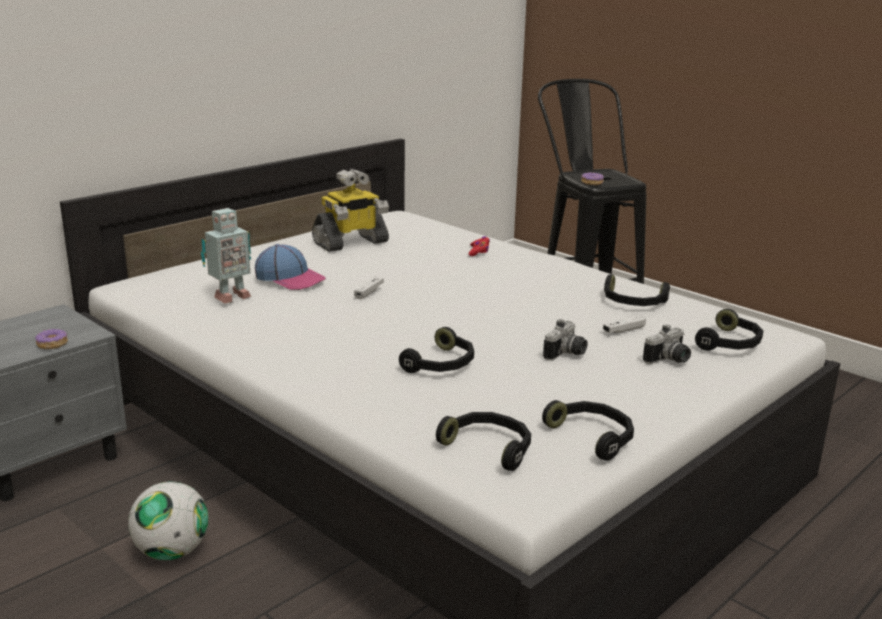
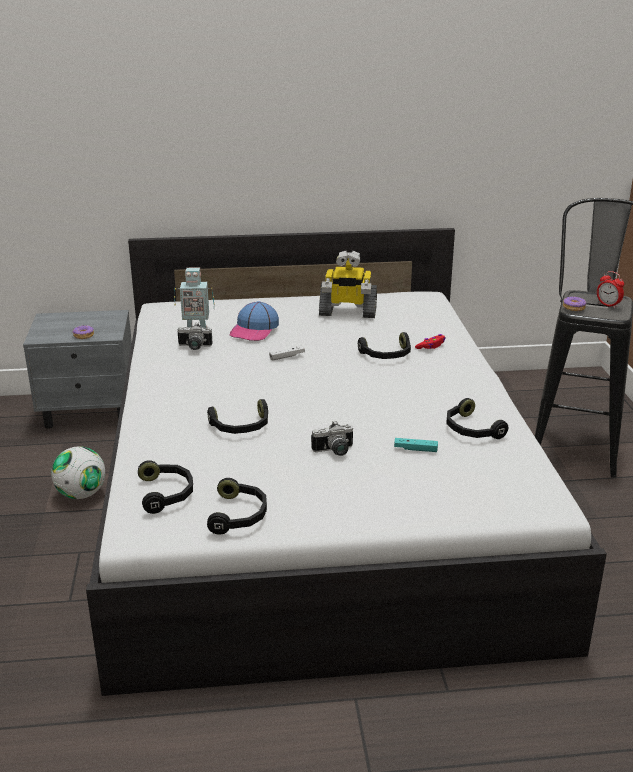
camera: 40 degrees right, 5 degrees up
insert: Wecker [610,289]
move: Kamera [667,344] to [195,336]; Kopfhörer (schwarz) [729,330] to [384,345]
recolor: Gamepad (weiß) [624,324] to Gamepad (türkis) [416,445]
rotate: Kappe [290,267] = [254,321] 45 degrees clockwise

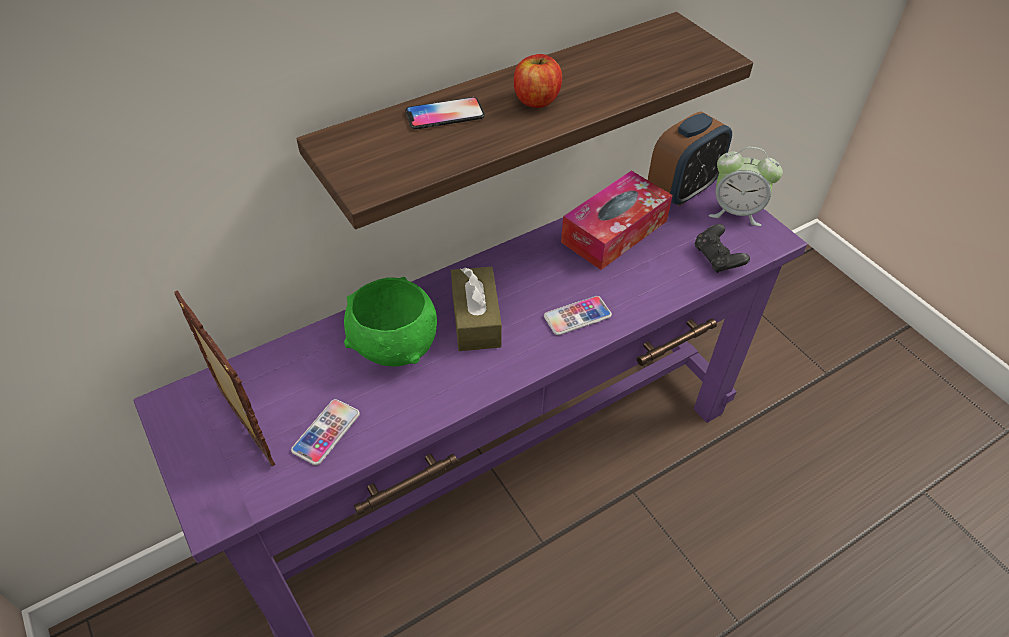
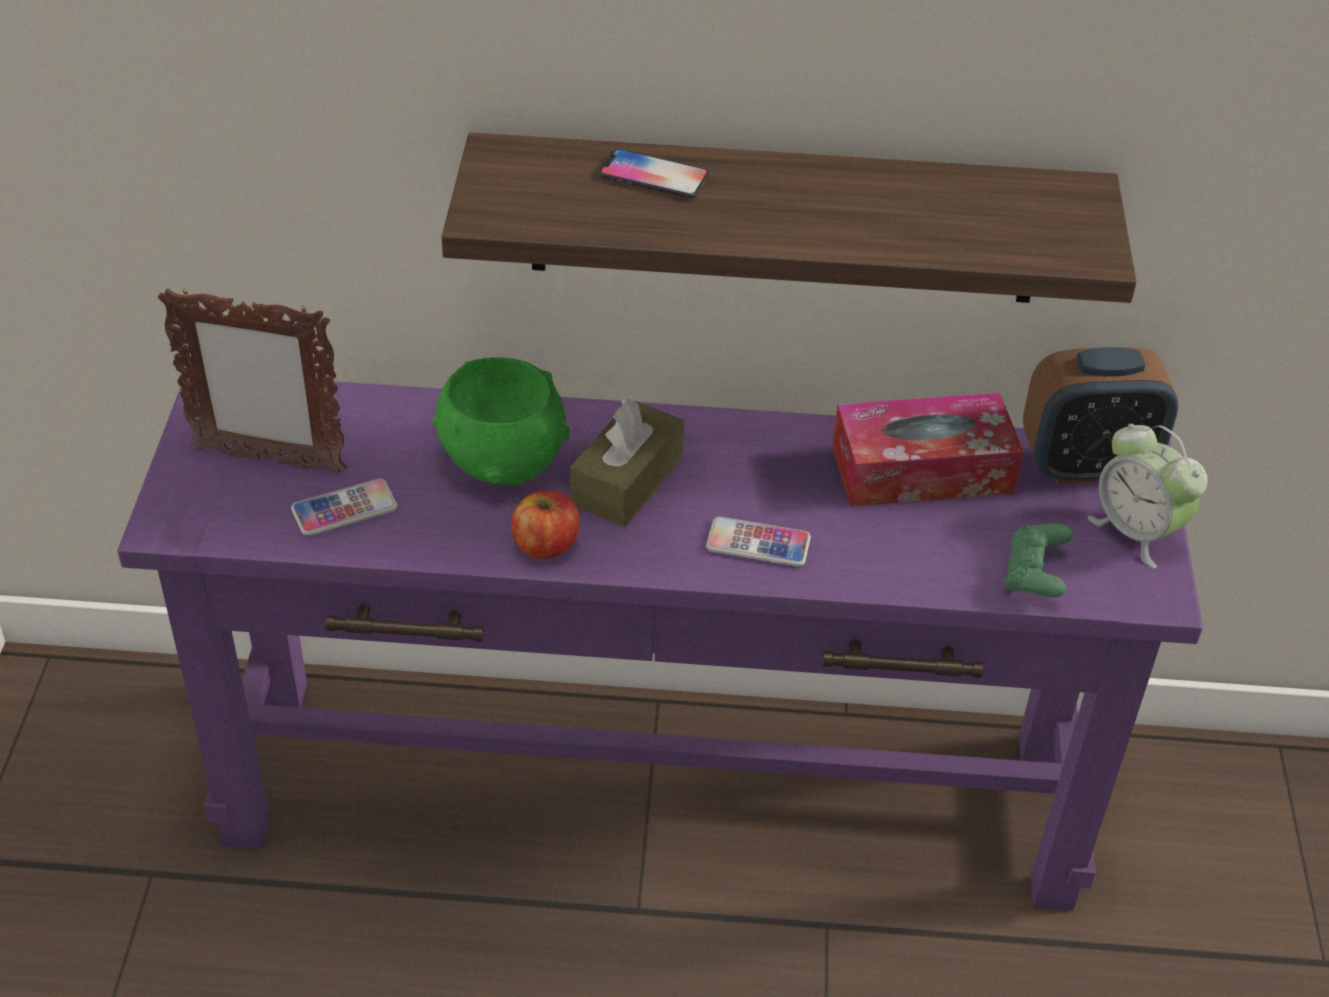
camera: 35 degrees right, 5 degrees down
move: Apfel [538,81] to [545,524]
recolor: Gamepad (schwarz) [722,248] to Gamepad (grün) [1039,560]
rotate: Bilderrahmen [224,378] = [252,381] 105 degrees clockwise

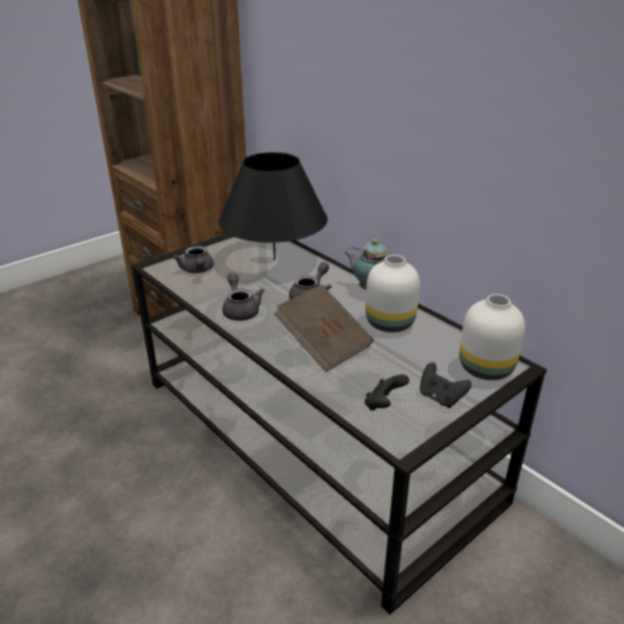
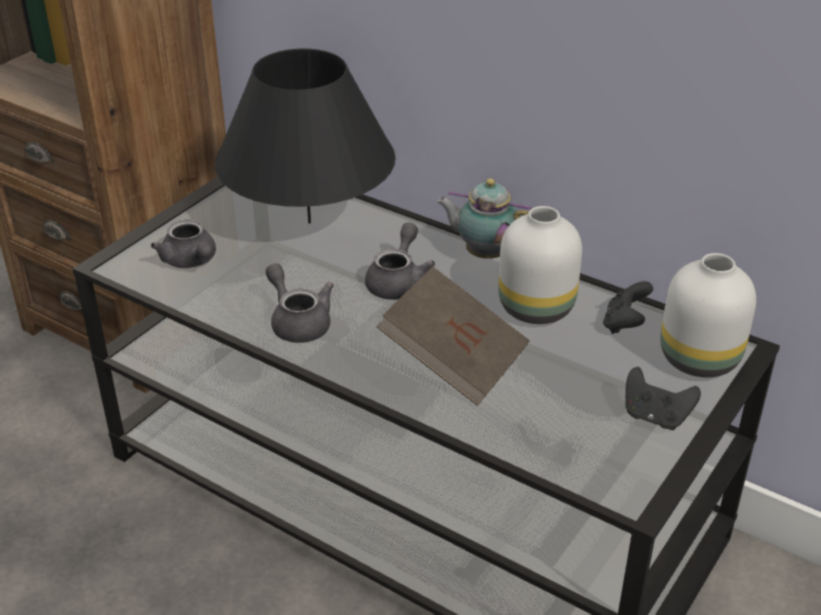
camera: 15 degrees left, 5 degrees up
move: Gamepad (schwarz) [387,392] to [628,307]

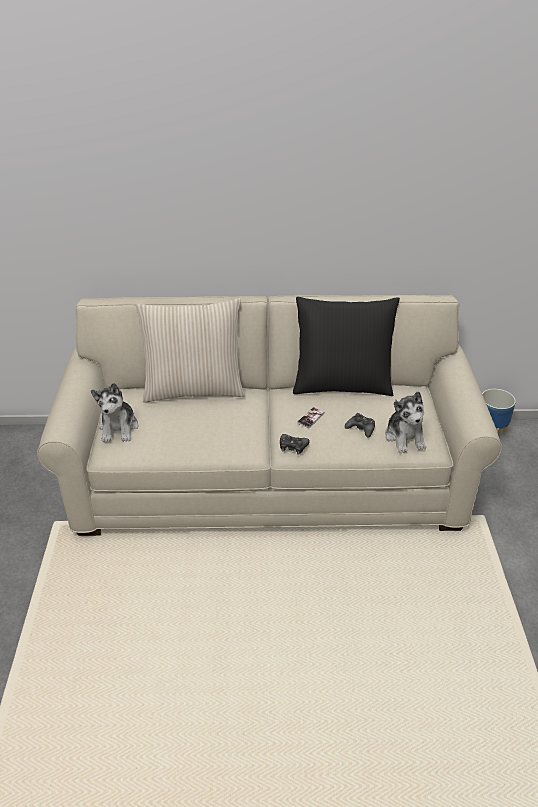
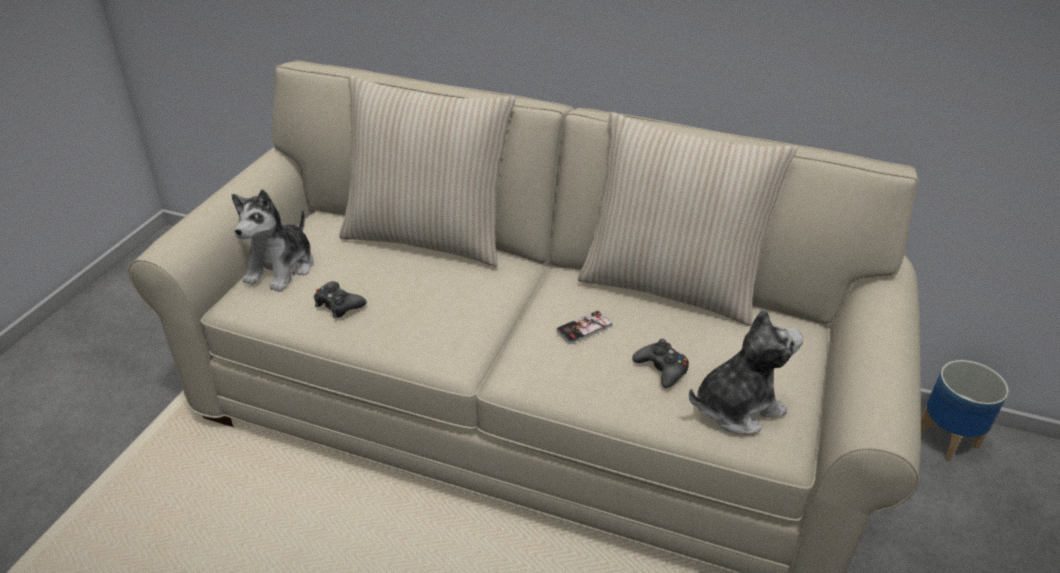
camera: 20 degrees right, 0 degrees up
move: Gamepad (schwarz) [295,444] to [340,299]
recolor: Kissen (schwarz) [346,346] to Kissen (beige) [687,219]
rotate: Plüschtier [405,422] = [746,371] 120 degrees counterclockwise

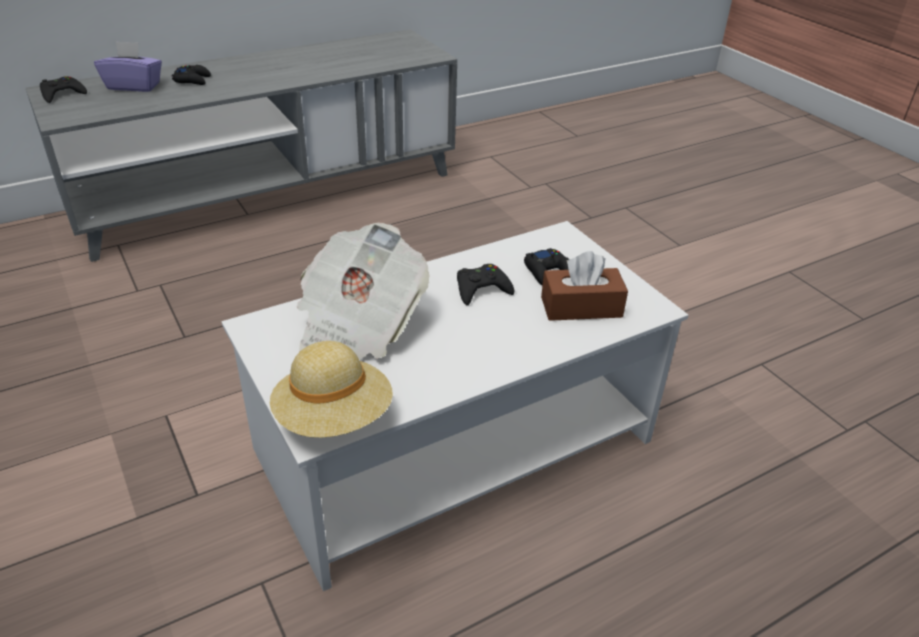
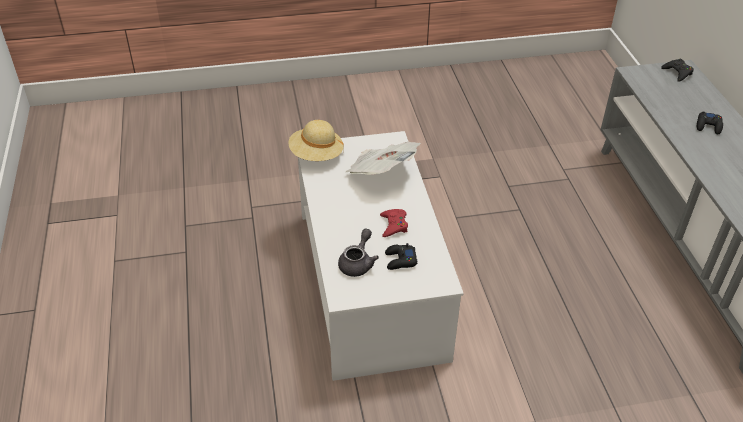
camera: 110 degrees right, 5 degrees up
delete: Taschentuchbox (lila) [128,66]
replace: Taschentuchbox (braun) [584,286] to Teekanne (grau) [358,252]
recolor: Gamepad (schwarz) [485,284] to Gamepad (rot) [394,223]

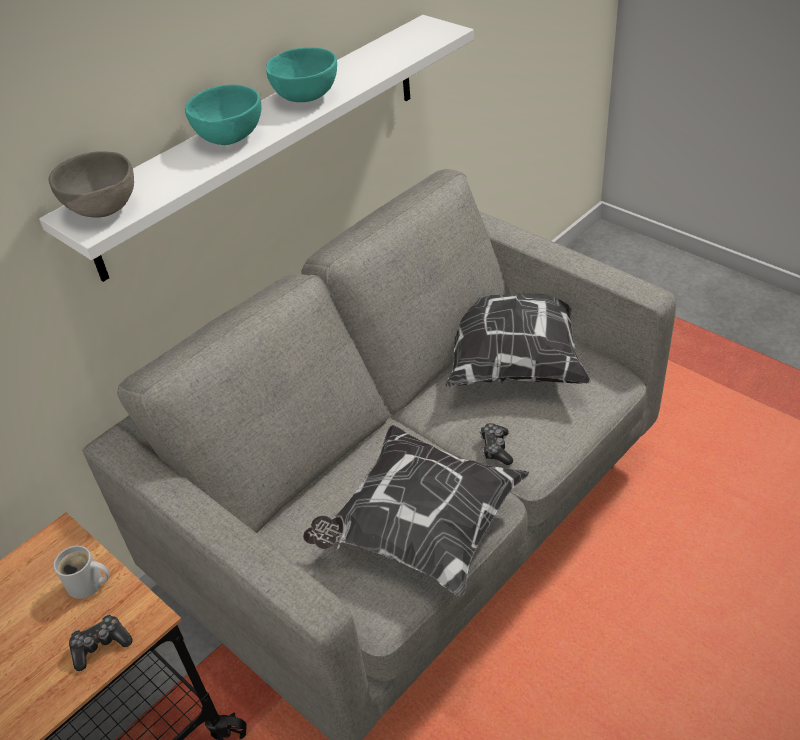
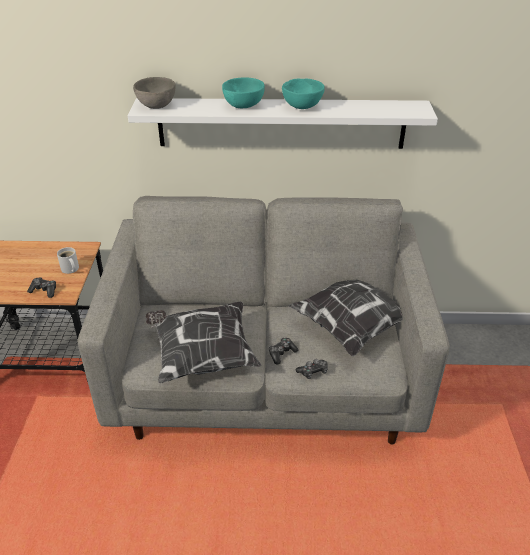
camera: 45 degrees right, 5 degrees down
insert: Gamepad [312,369]

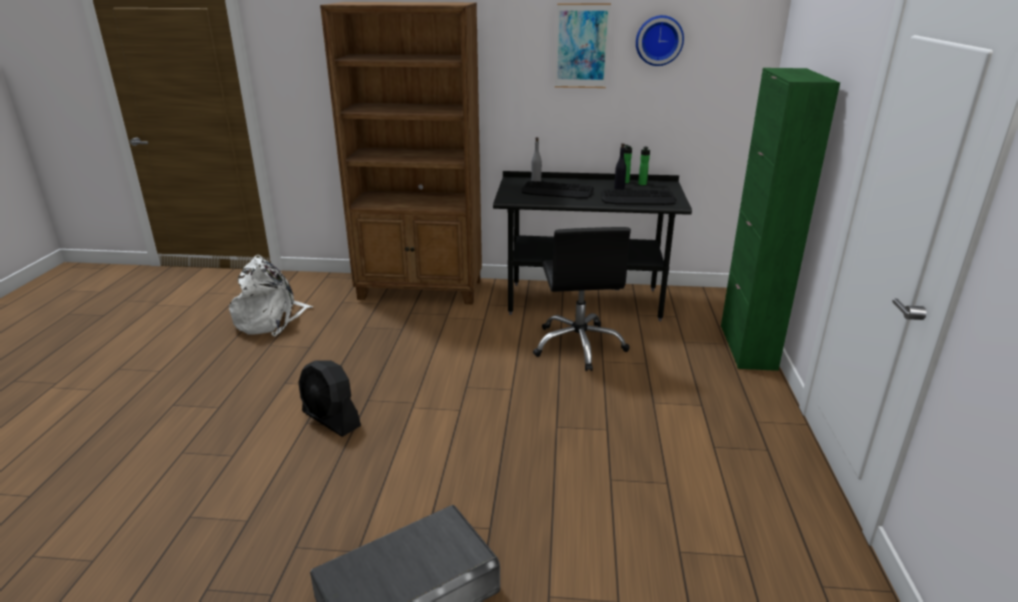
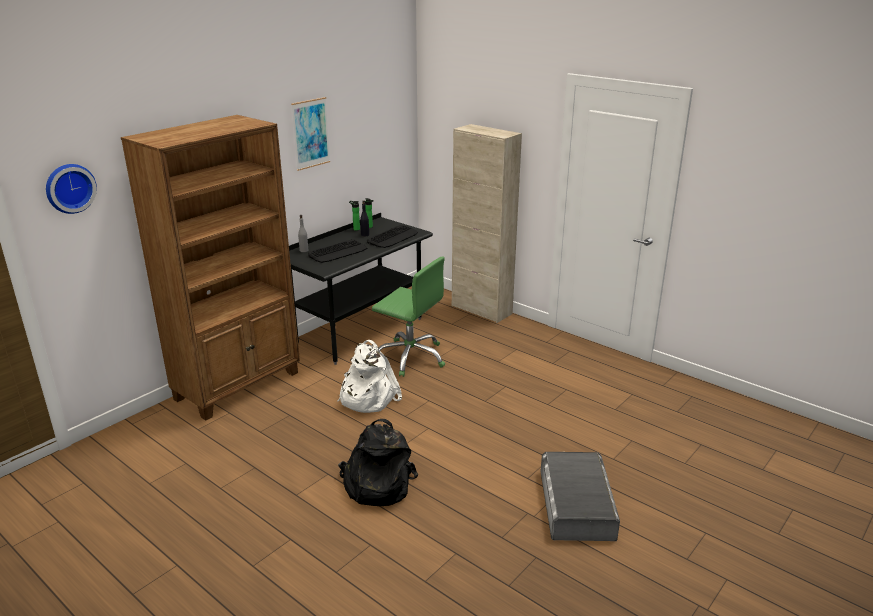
camera: 55 degrees left, 0 degrees up
move: Rucksack (weiß) [271,296] to [370,376]; Wanduhr [660,40] to [71,189]
replace: Ventilator (schwarz) [329,398] to Rucksack (schwarz) [378,462]
recolor: Bürostuhl (schwarz) [582,299] to Bürostuhl (grün) [408,316]; Schrank (grün) [780,219] to Schrank (beige) [487,223]

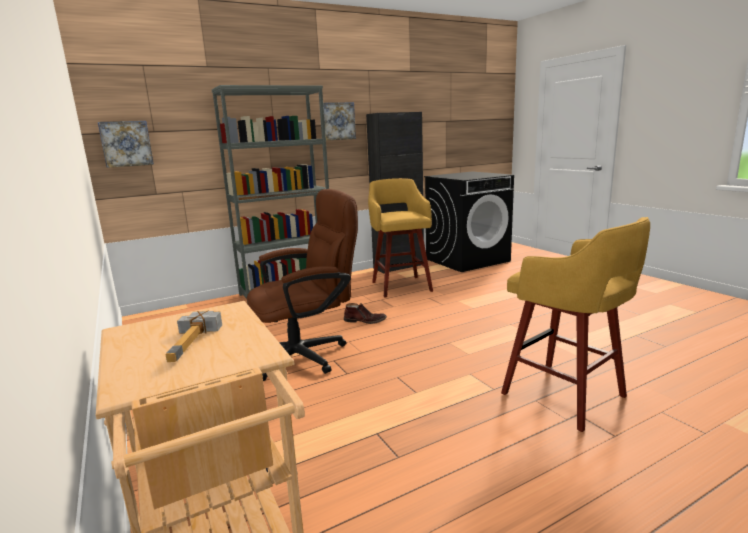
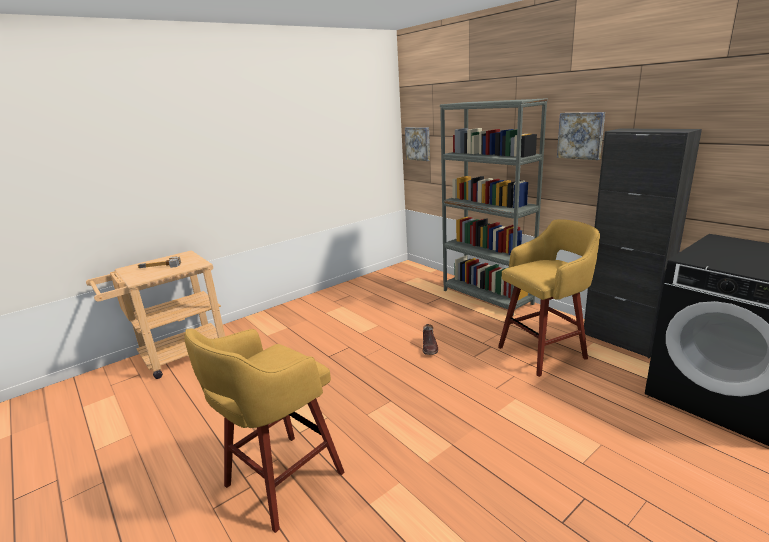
camera: 80 degrees right, 5 degrees up
delete: Bürostuhl (braun) [302,285]

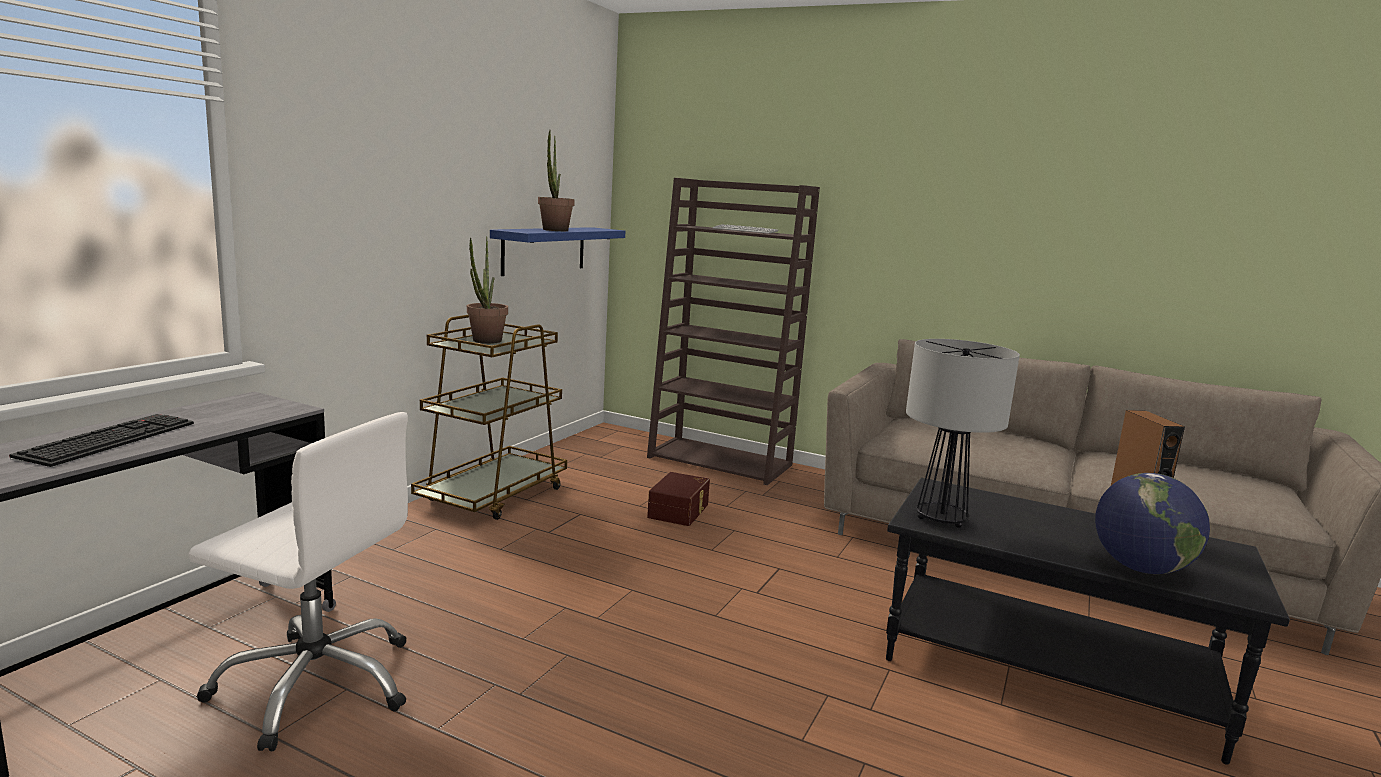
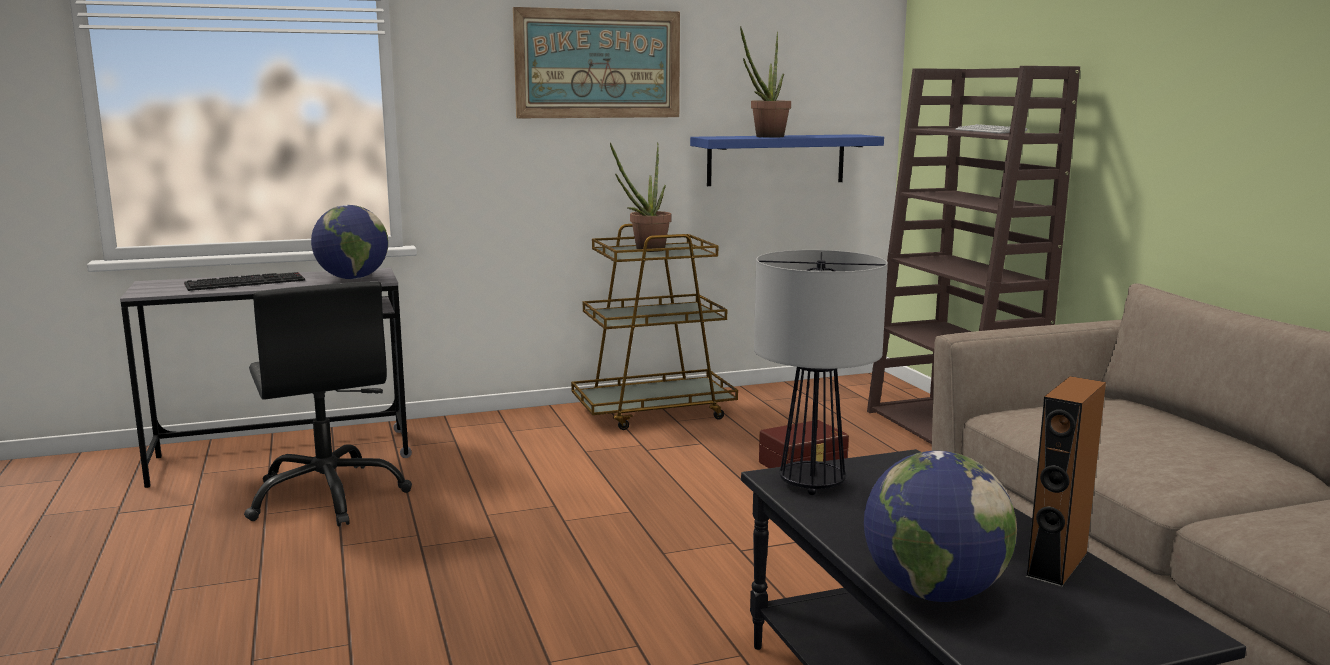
camera: 45 degrees right, 0 degrees up
insert: Globus [349,242]; Bild [596,62]
recolor: Bürostuhl (weiß) [298,581] to Bürostuhl (schwarz) [328,404]

